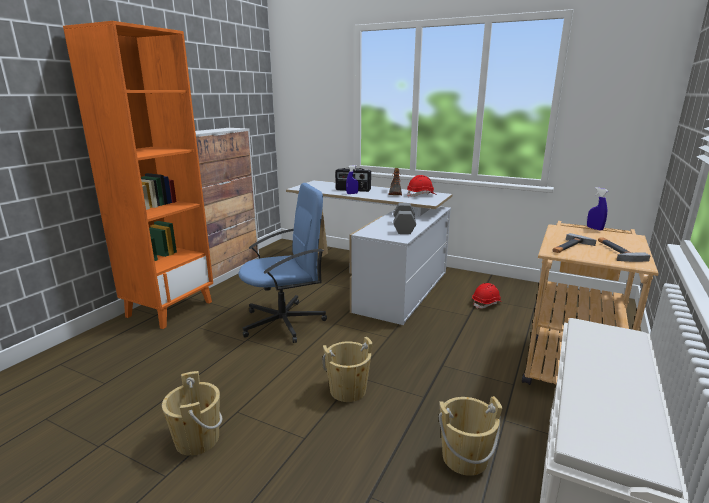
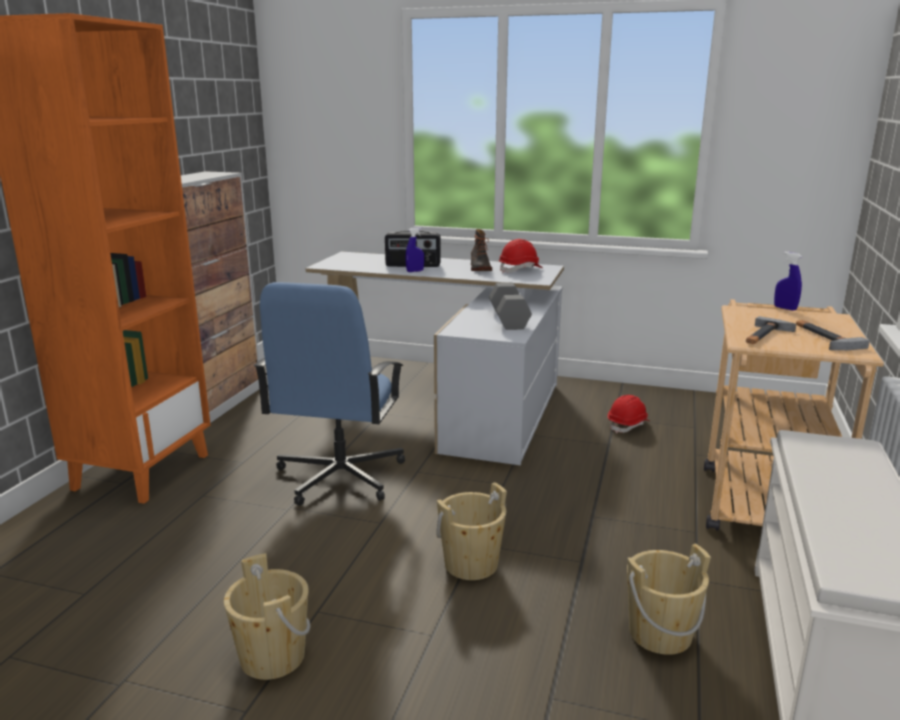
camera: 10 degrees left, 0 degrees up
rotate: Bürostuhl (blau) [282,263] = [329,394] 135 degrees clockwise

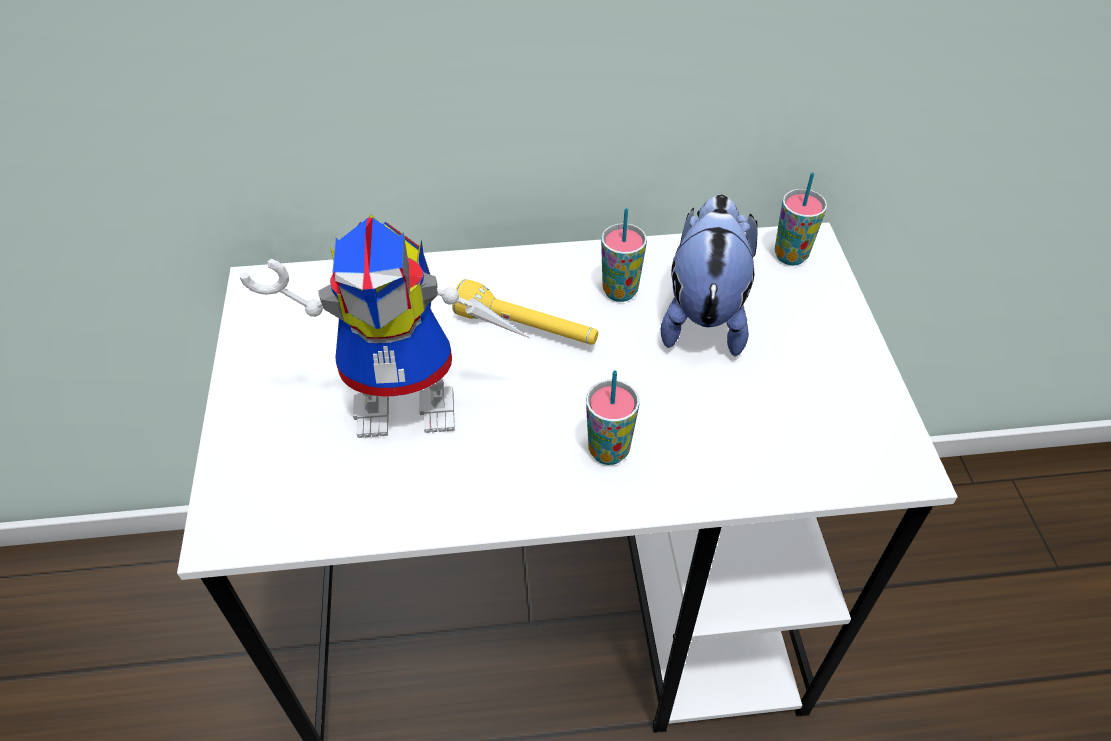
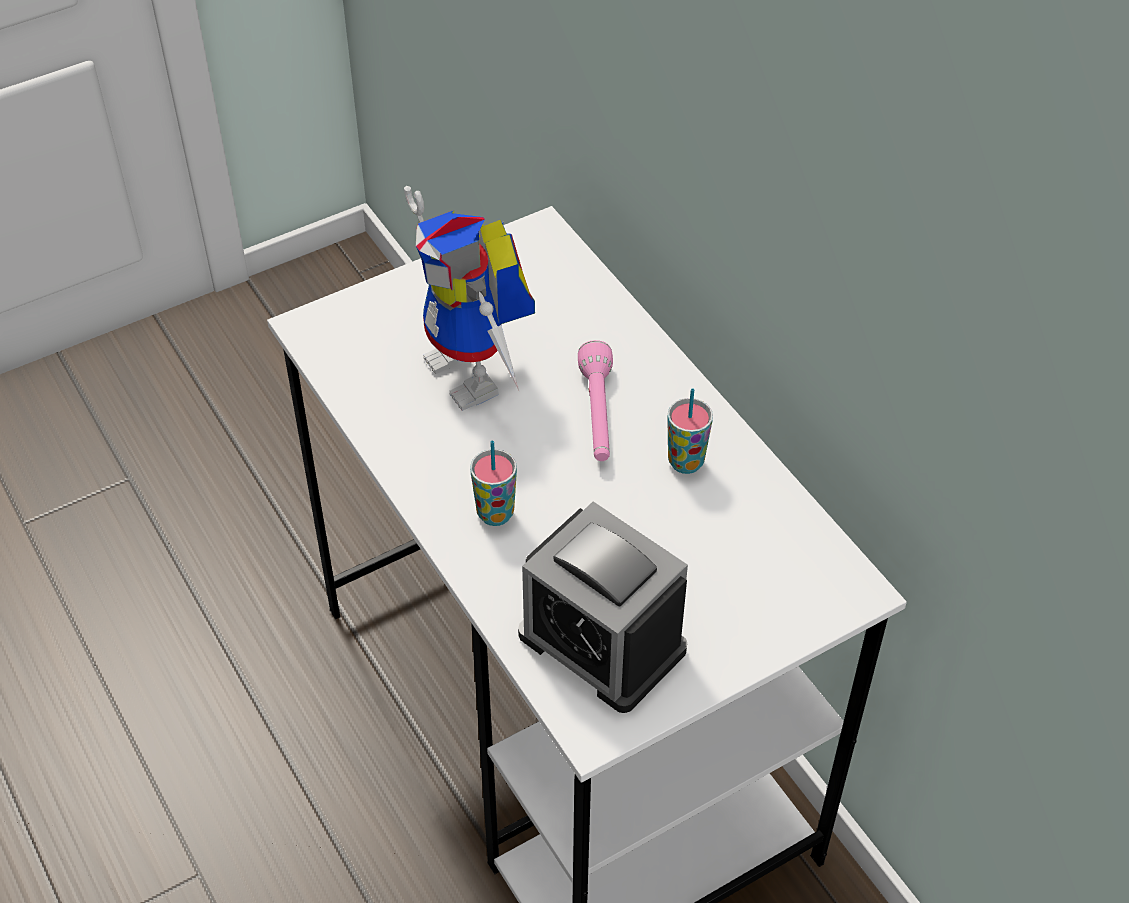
camera: 65 degrees right, 0 degrees up
delete: Plüschtier [709,275]; Tasse [801,218]
insert: Wecker [603,607]
recolor: Taschenlampe (gelb) [525,312] to Taschenlampe (rosa) [595,400]

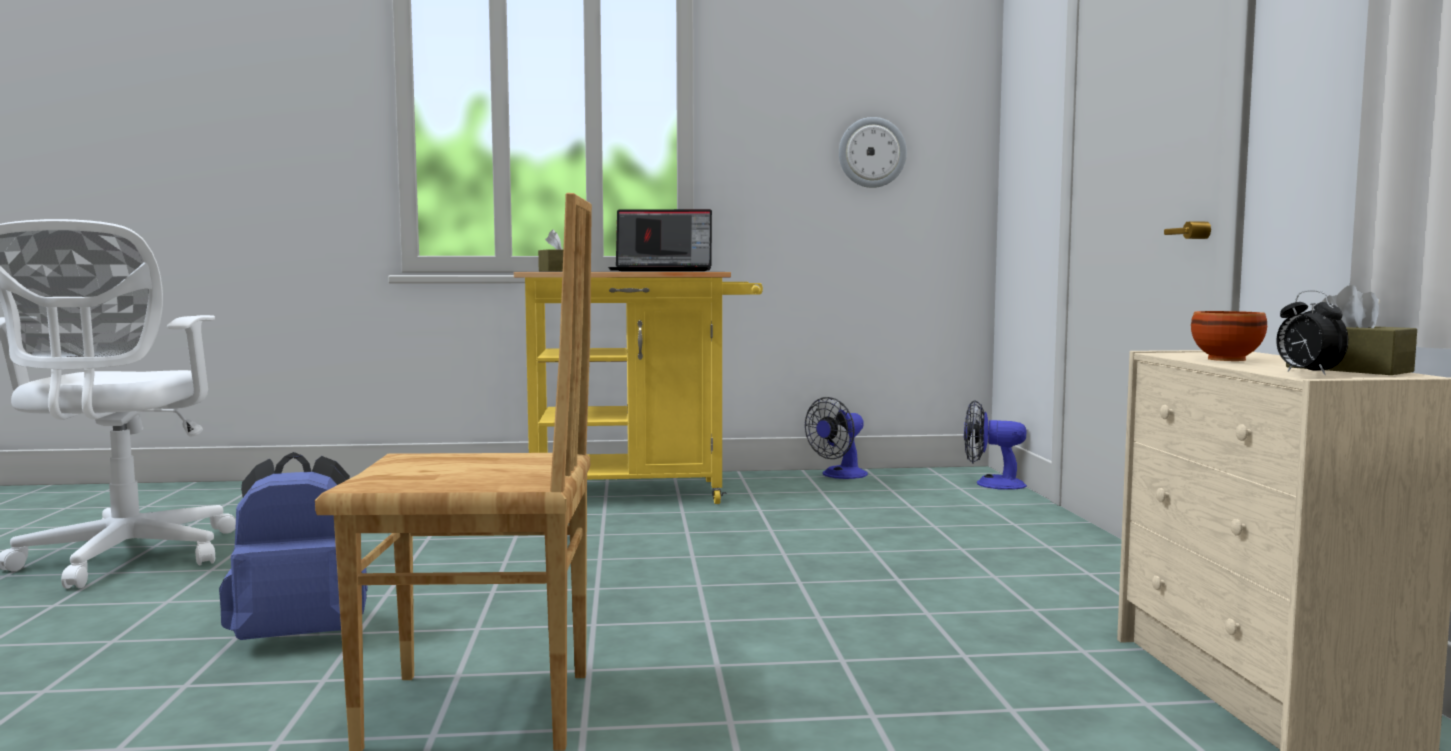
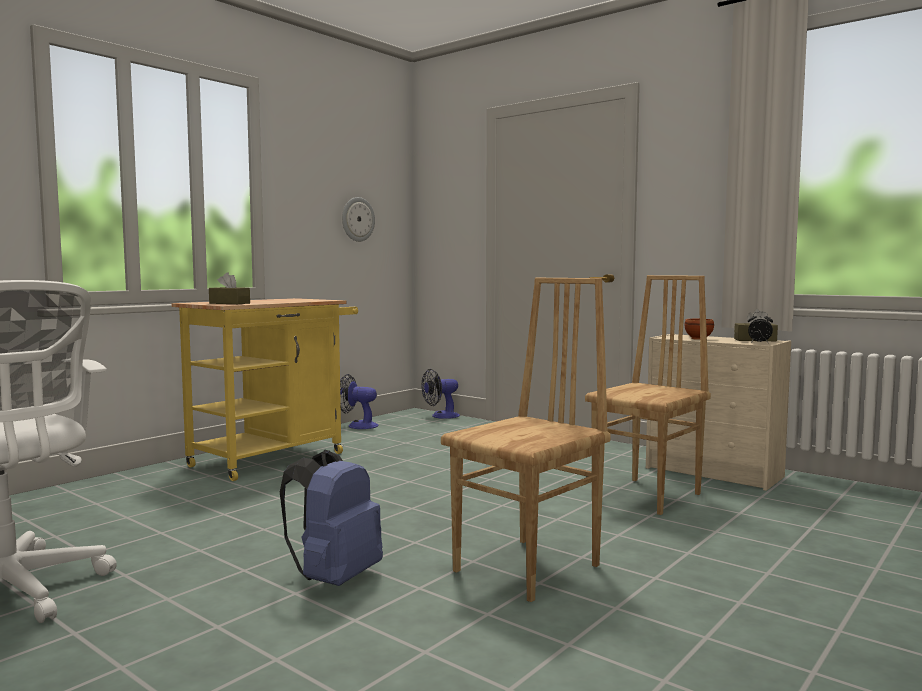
camera: 45 degrees left, 0 degrees up
delete: Laptop [660,240]
insert: Stuhl (braun) [648,395]
rotate: Ventilator [836,438] = [359,401] 105 degrees clockwise

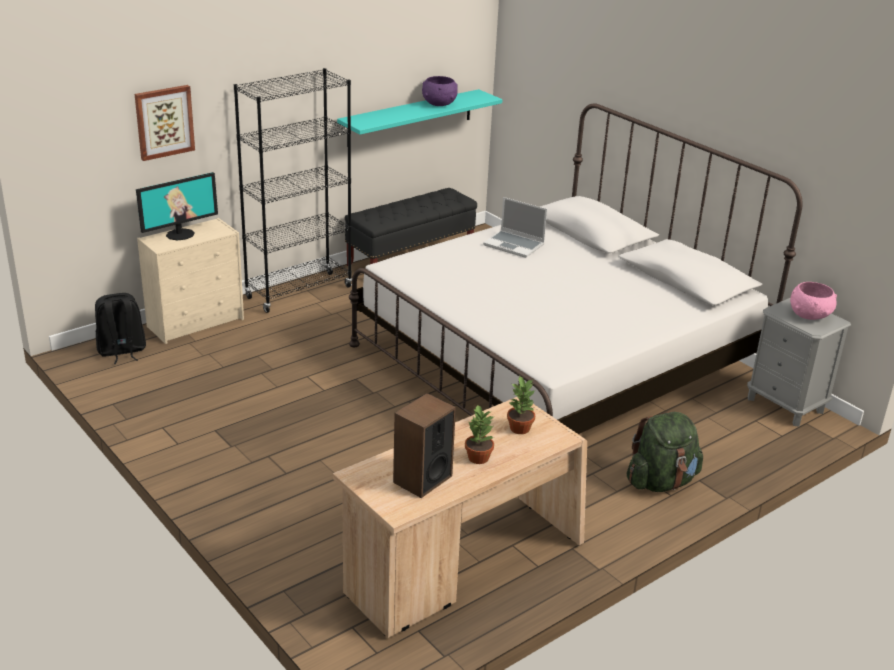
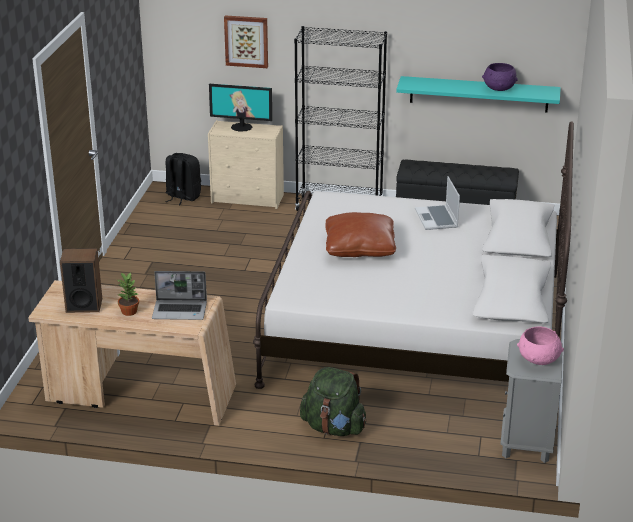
camera: 50 degrees right, 0 degrees up
insert: Kissen (braun) [360,234]
replace: Topfpflanze [521,404] to Laptop [179,295]

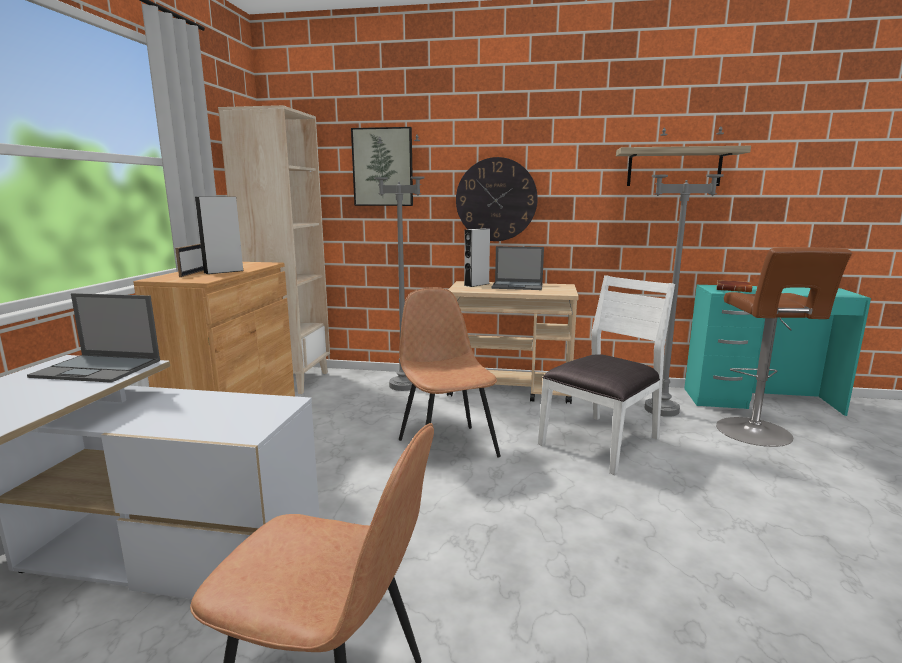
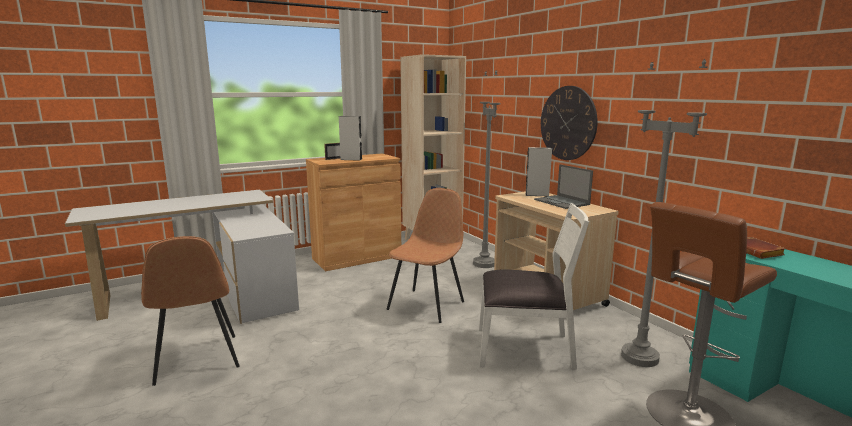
camera: 50 degrees right, 0 degrees up
delete: Laptop [93,338]; Bild [382,166]; Wandregal [683,166]

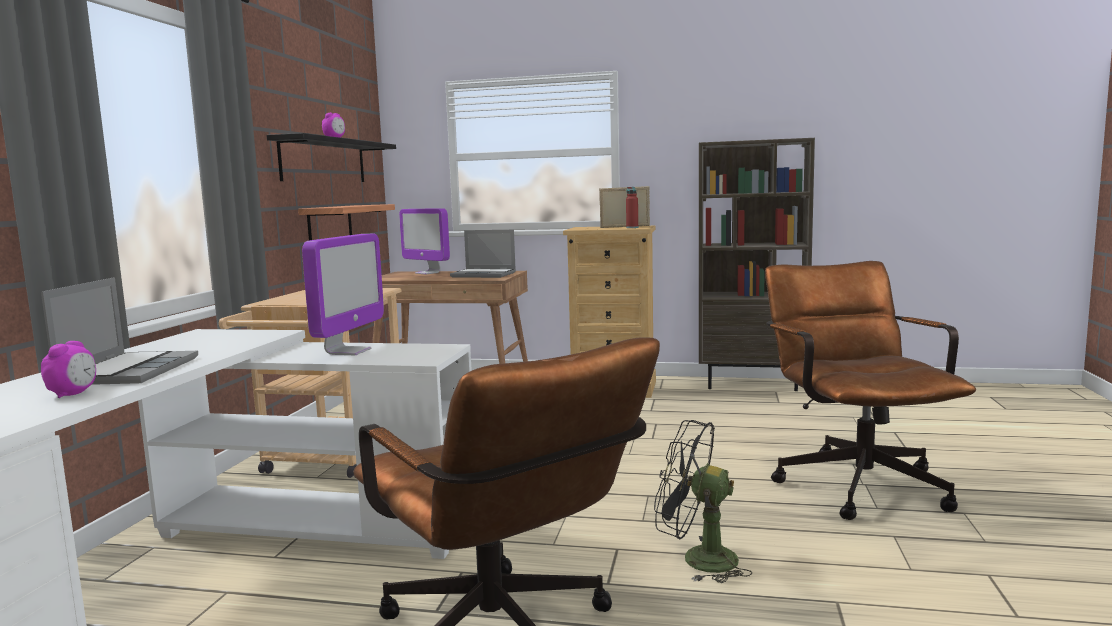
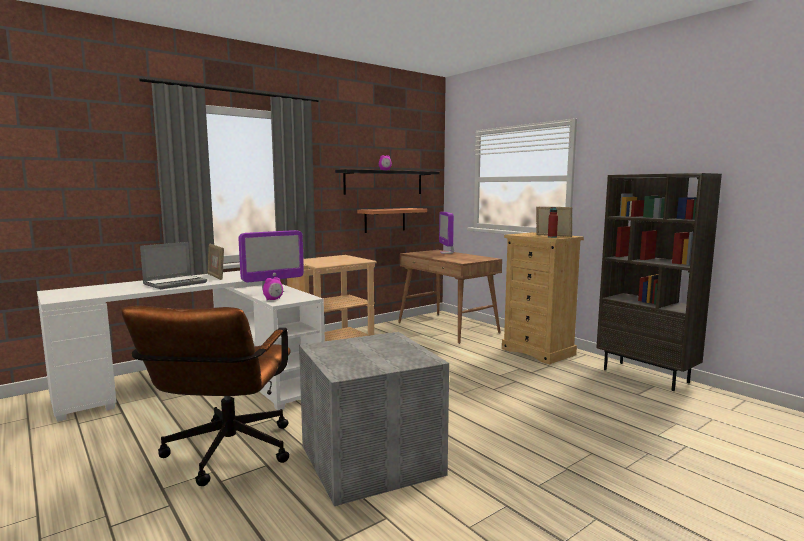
camera: 40 degrees right, 0 degrees up
delete: Laptop [483,254]; Bürostuhl (braun) [870,390]
insert: Bilderrahmen [216,262]
move: Wecker [68,369] to [273,288]
replace: Ventilator (schwarz) [703,501] to Aufbewahrungsbox (grau) [374,419]

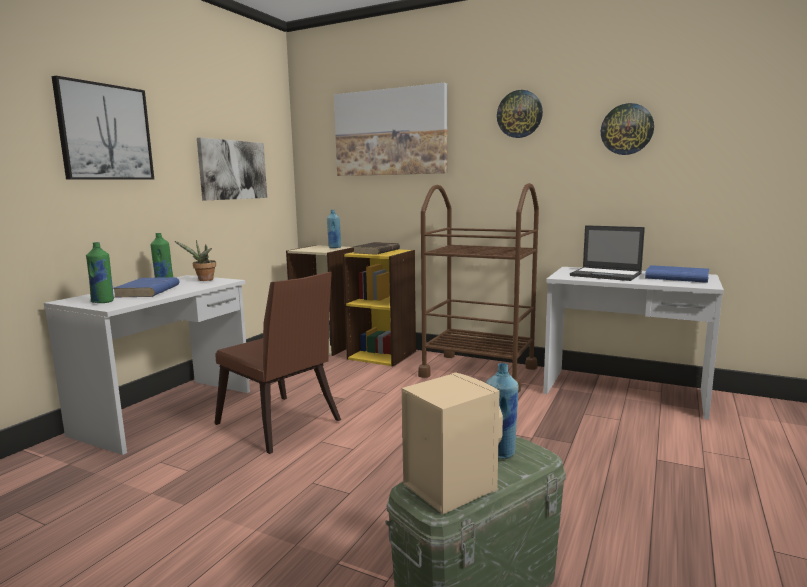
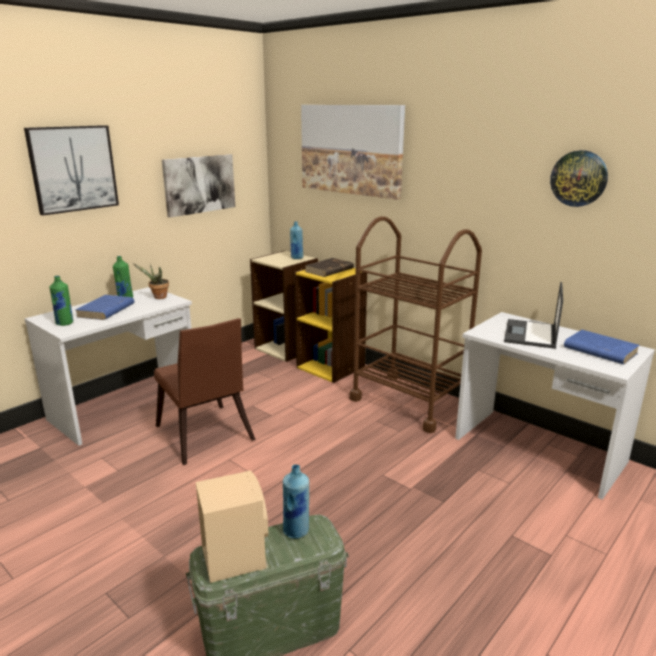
camera: 15 degrees right, 10 degrees up
delete: Wanduhr [520,114]
rotate: Laptop [607,253] = [533,315] 60 degrees clockwise

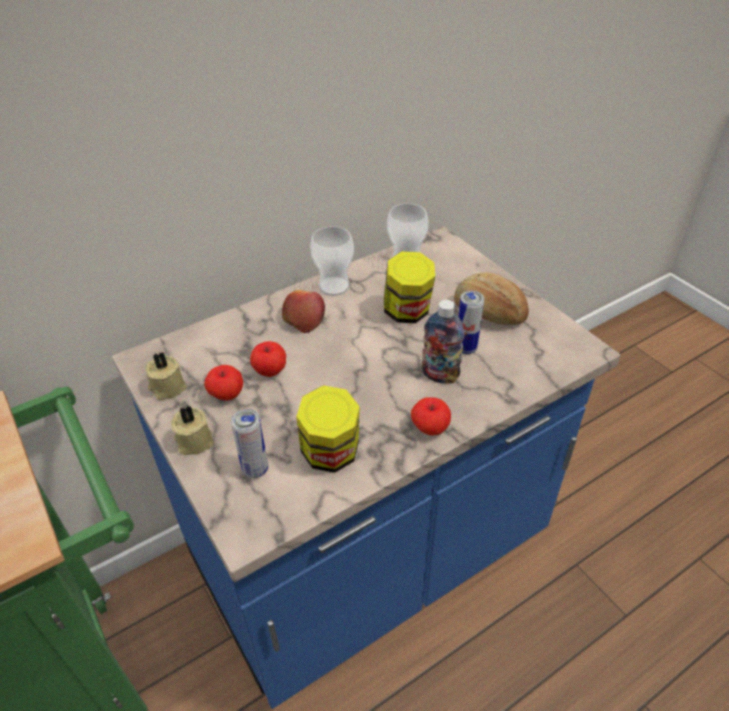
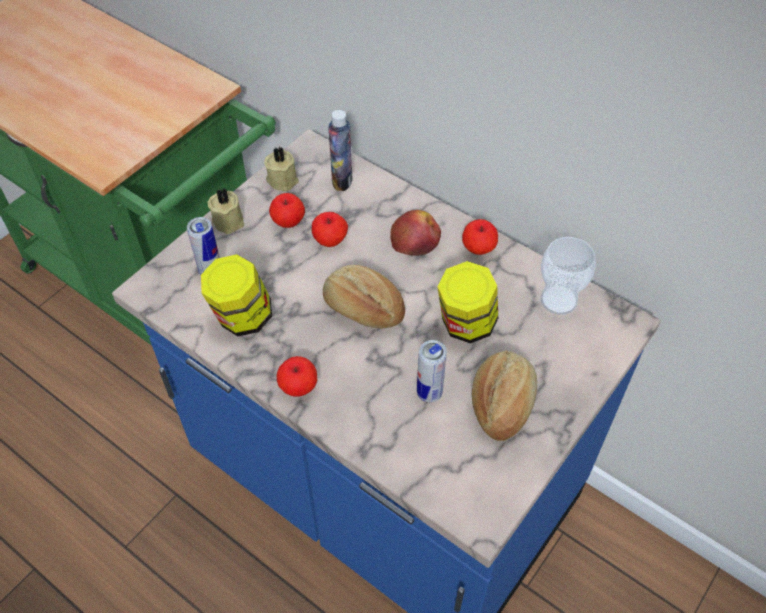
camera: 70 degrees right, 10 degrees up
insert: Brot [364,296]
move: Flasche [443,342] to [340,150]
replace: Tasse [332,261] to Apfel [480,237]

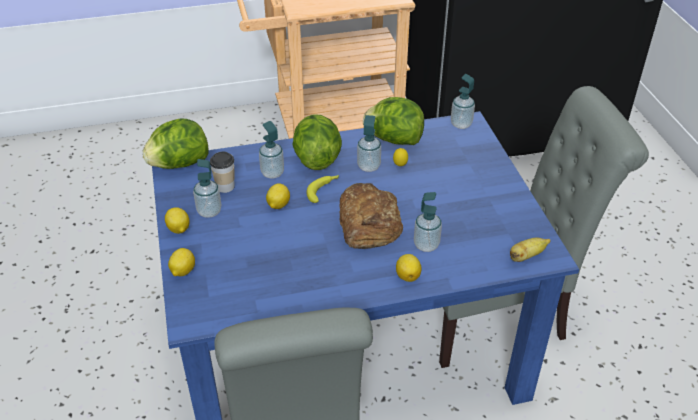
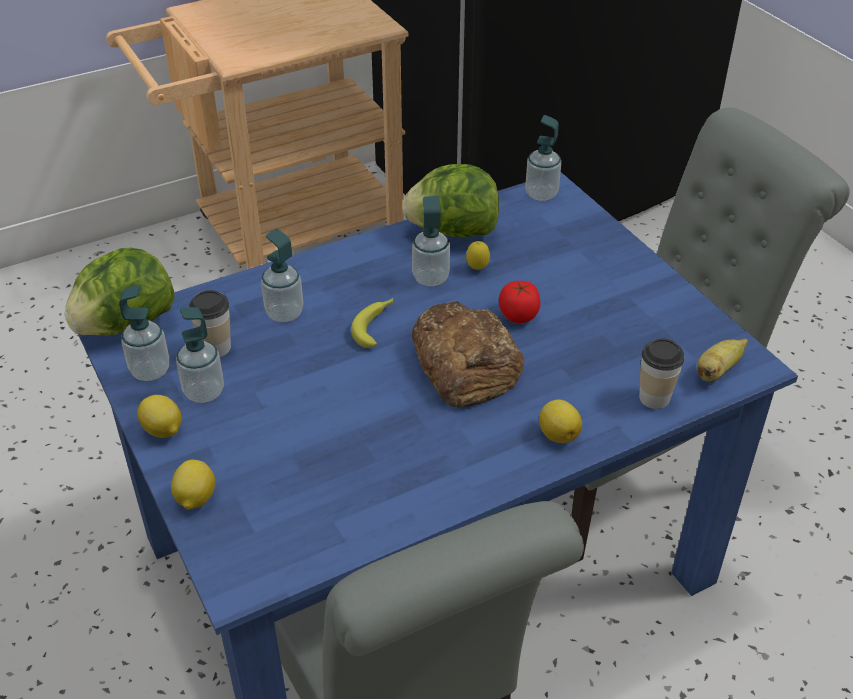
camera: 15 degrees left, 0 degrees up
delete: Zitrone [278,196]; Salatkopf [317,142]
insert: Tomate [520,302]; Tasse [661,374]
move: Seifenspender [428,222] to [144,333]

